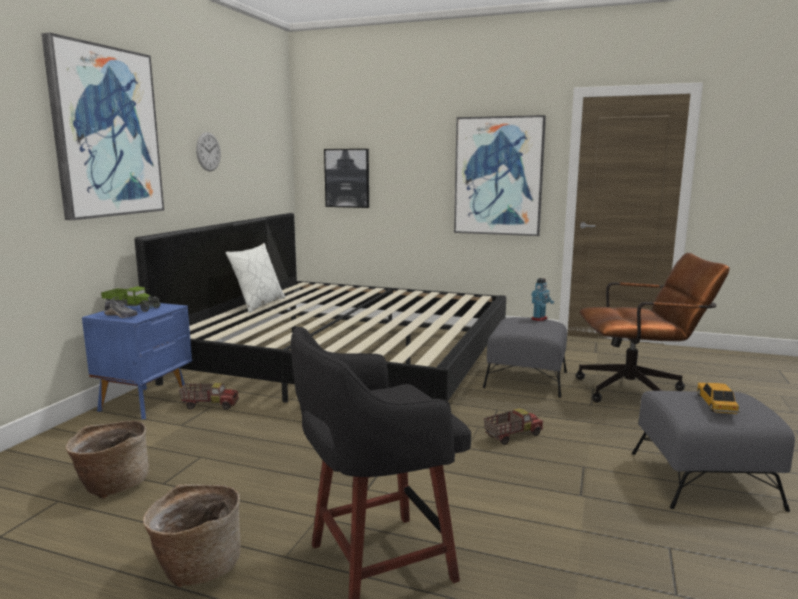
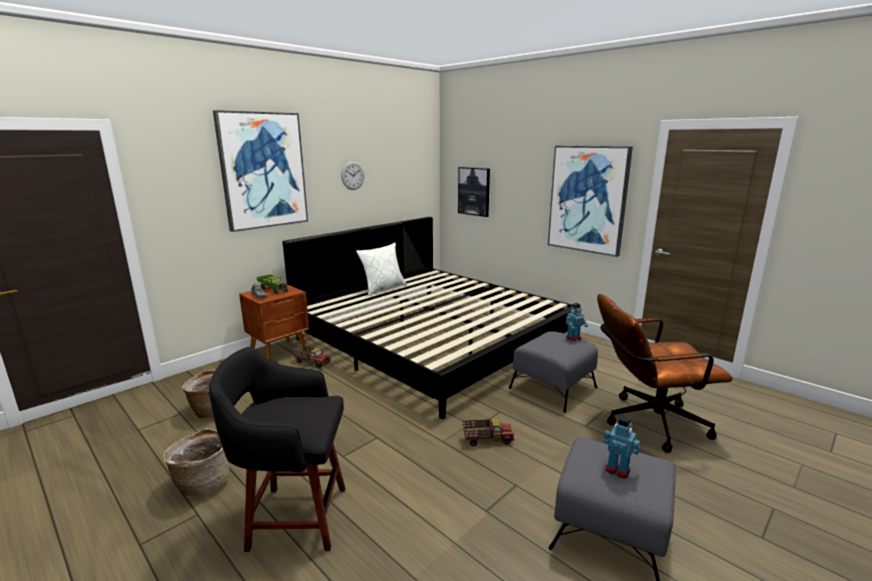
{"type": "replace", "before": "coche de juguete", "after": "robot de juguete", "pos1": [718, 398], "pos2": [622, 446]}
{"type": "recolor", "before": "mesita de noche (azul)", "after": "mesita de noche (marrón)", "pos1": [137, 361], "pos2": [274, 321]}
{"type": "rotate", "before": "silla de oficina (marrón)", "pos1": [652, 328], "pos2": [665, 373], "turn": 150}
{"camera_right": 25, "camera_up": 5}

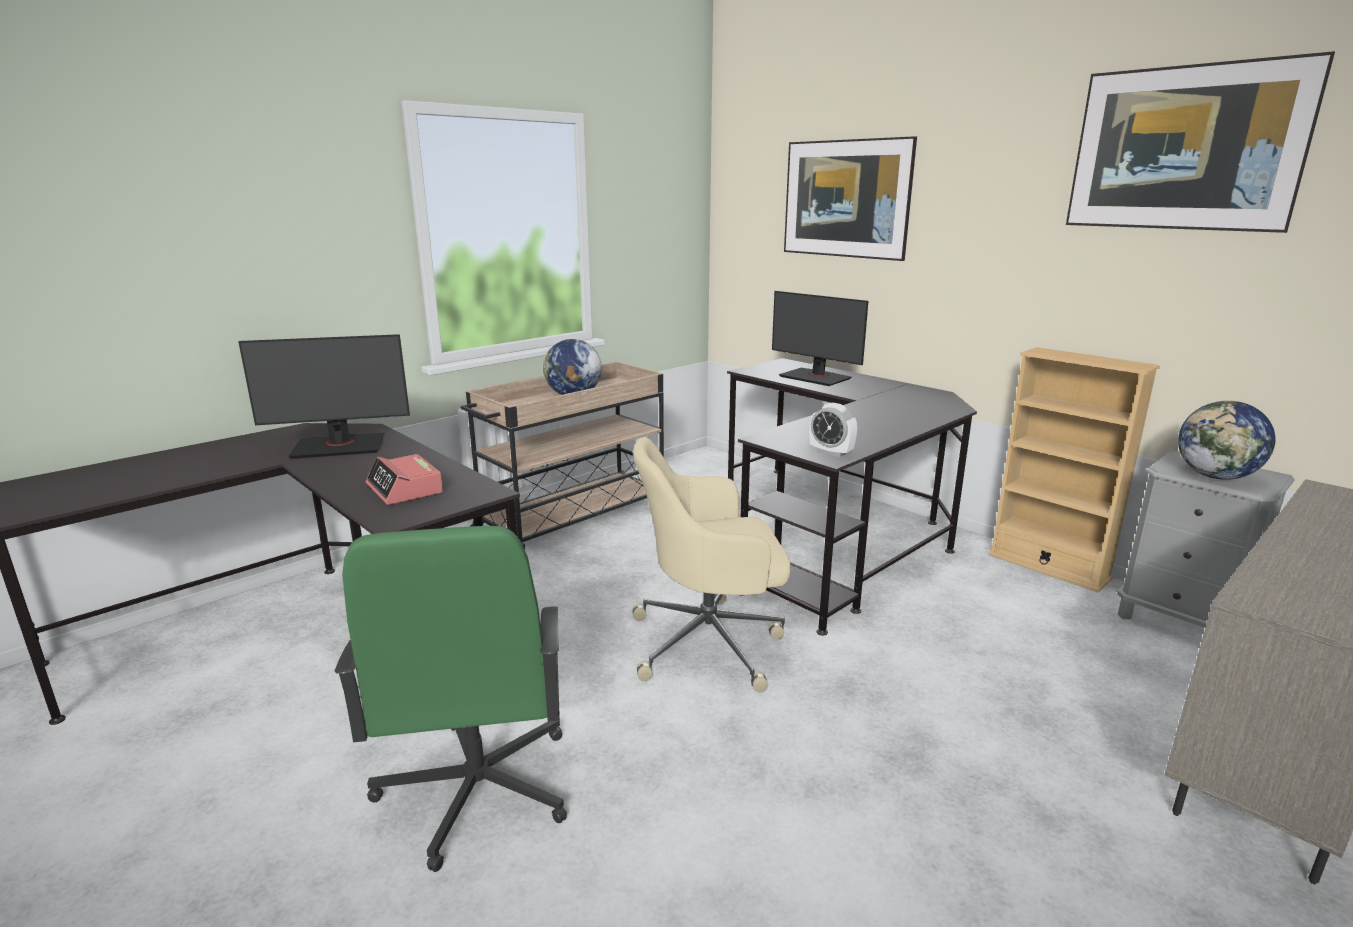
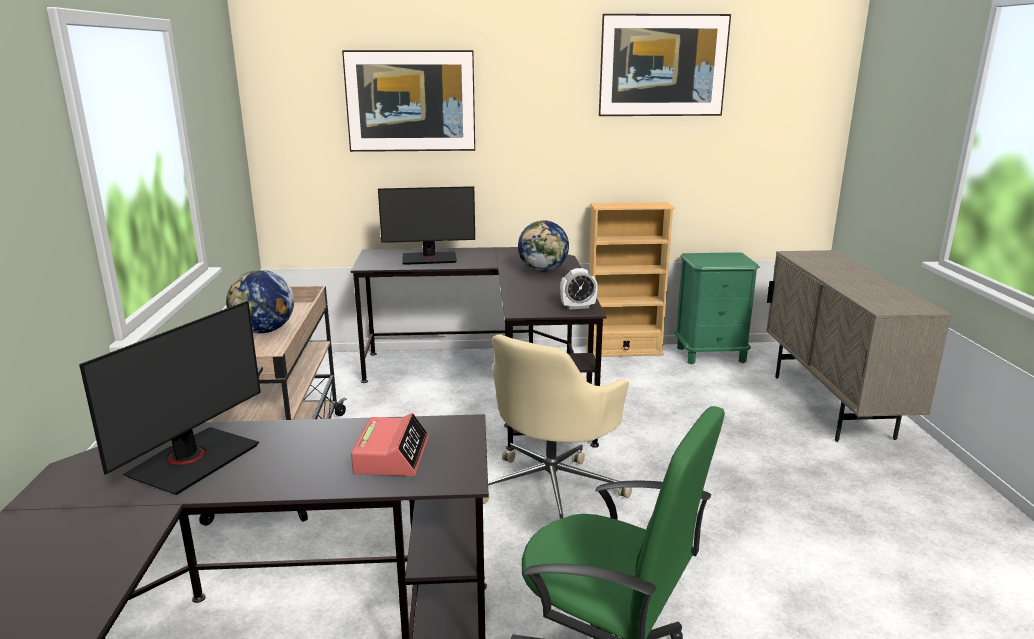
{"type": "move", "before": "globo terráqueo", "pos1": [1226, 440], "pos2": [543, 246]}
{"type": "recolor", "before": "mesita de noche (gris)", "after": "mesita de noche (verde)", "pos1": [1206, 539], "pos2": [717, 308]}
{"type": "rotate", "before": "despertador", "pos1": [404, 479], "pos2": [390, 444], "turn": -90}
{"camera_right": -50, "camera_up": 0}

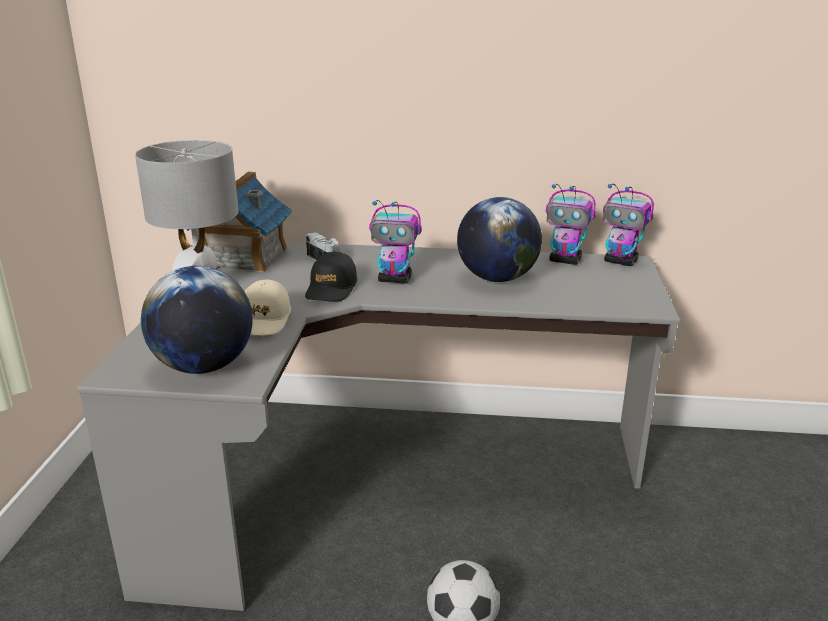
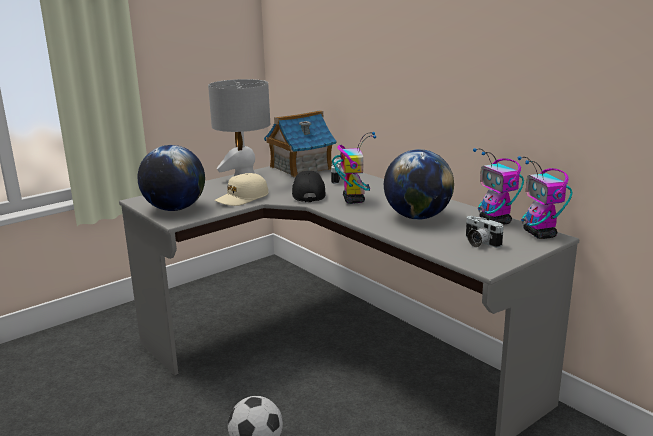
{"type": "insert", "after": "cámara", "pos2": [485, 232]}
{"type": "rotate", "before": "gorra (negro)", "pos1": [331, 276], "pos2": [309, 186], "turn": 120}
{"type": "rotate", "before": "robot de juguete", "pos1": [395, 242], "pos2": [354, 168], "turn": -150}
{"camera_right": 45, "camera_up": -5}

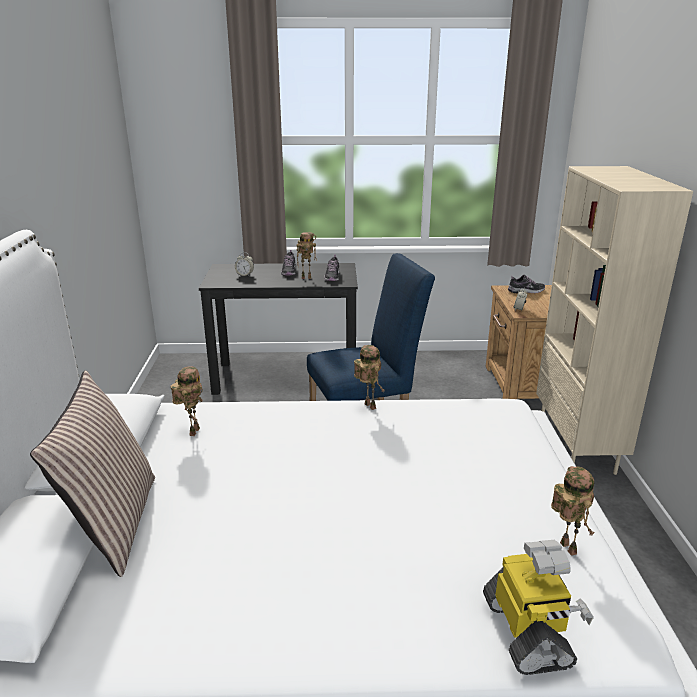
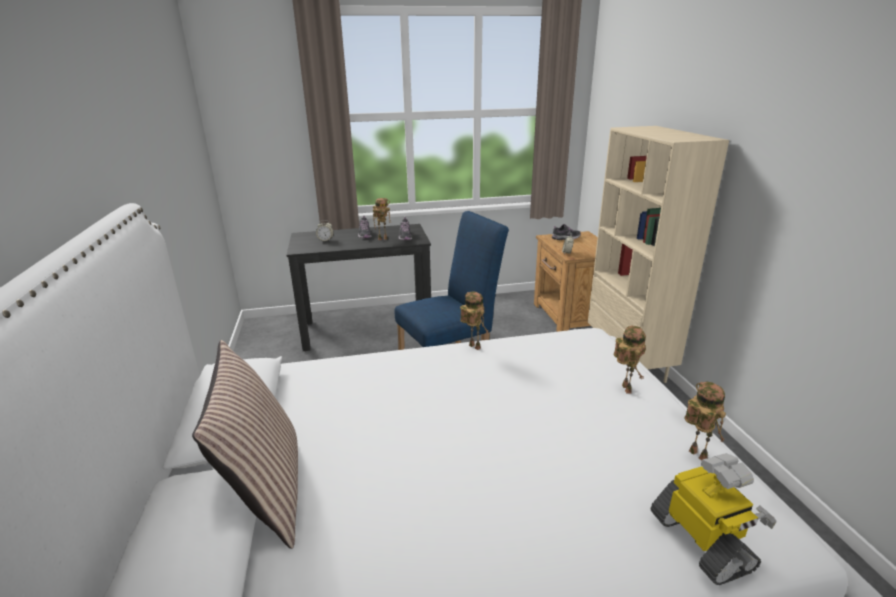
{"type": "move", "before": "robot de juguete", "pos1": [187, 401], "pos2": [630, 360]}
{"camera_right": -10, "camera_up": 0}

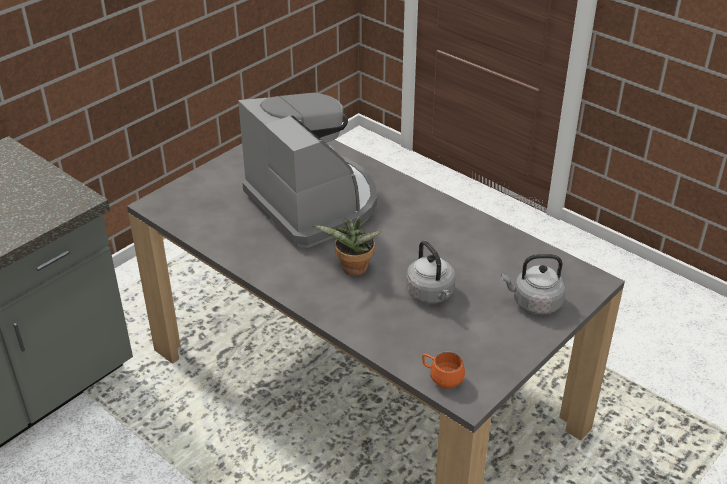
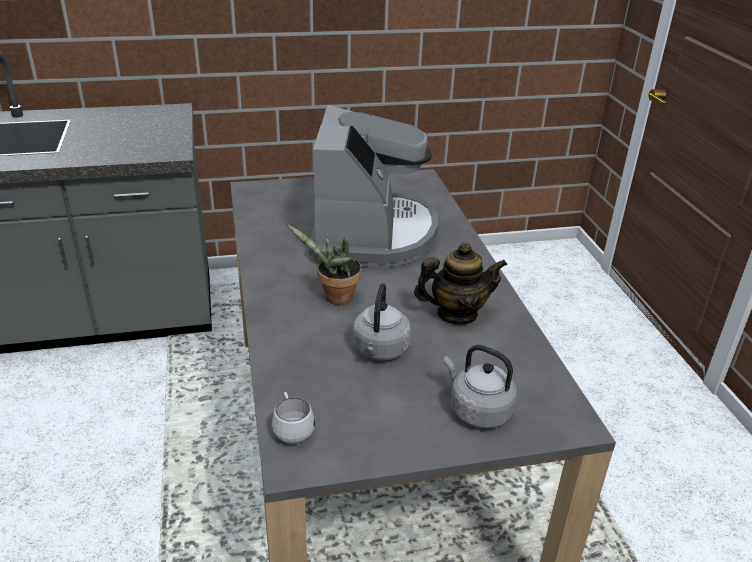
{"type": "insert", "after": "tetera", "pos2": [460, 283]}
{"type": "recolor", "before": "taza grande (naranja)", "after": "taza grande (blanco)", "pos1": [443, 370], "pos2": [293, 418]}
{"camera_right": 35, "camera_up": -5}

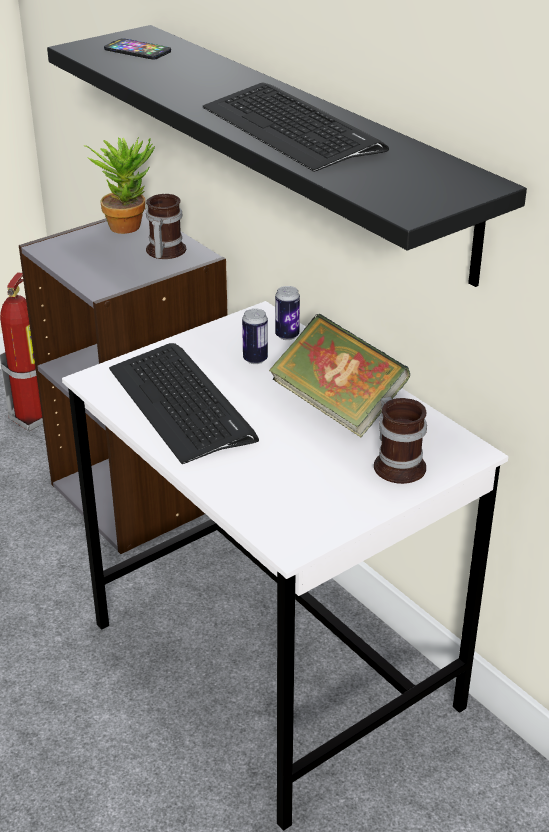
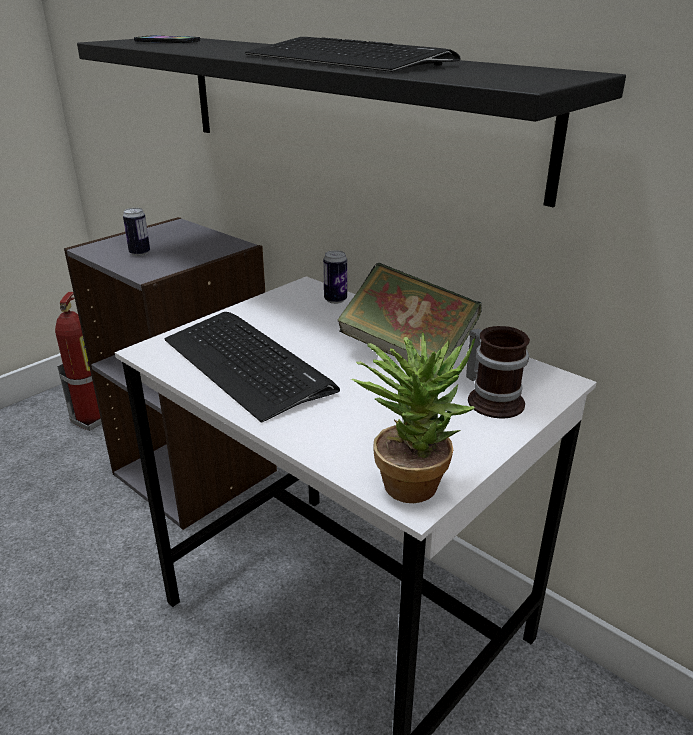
{"type": "delete", "before": "taza grande", "pos1": [166, 226]}
{"type": "move", "before": "planta en maceta", "pos1": [119, 185], "pos2": [413, 417]}
{"type": "move", "before": "lata", "pos1": [255, 336], "pos2": [136, 232]}
{"camera_right": -10, "camera_up": -5}

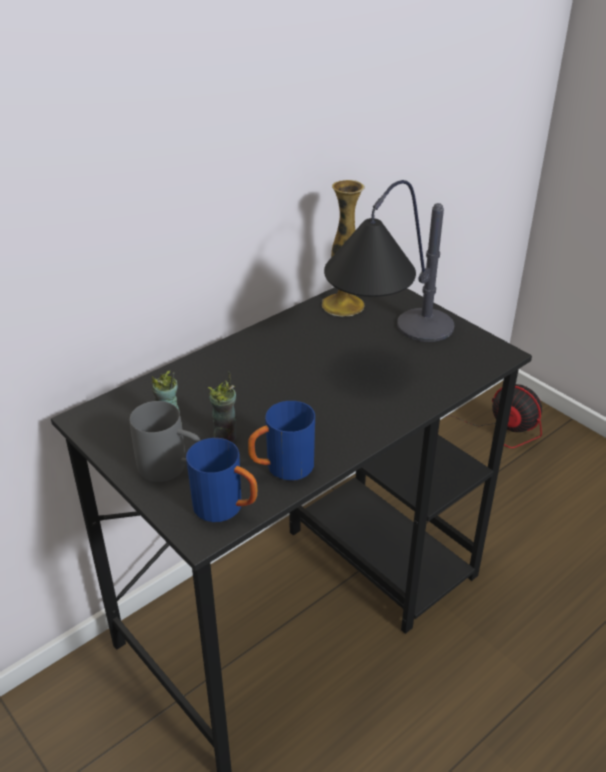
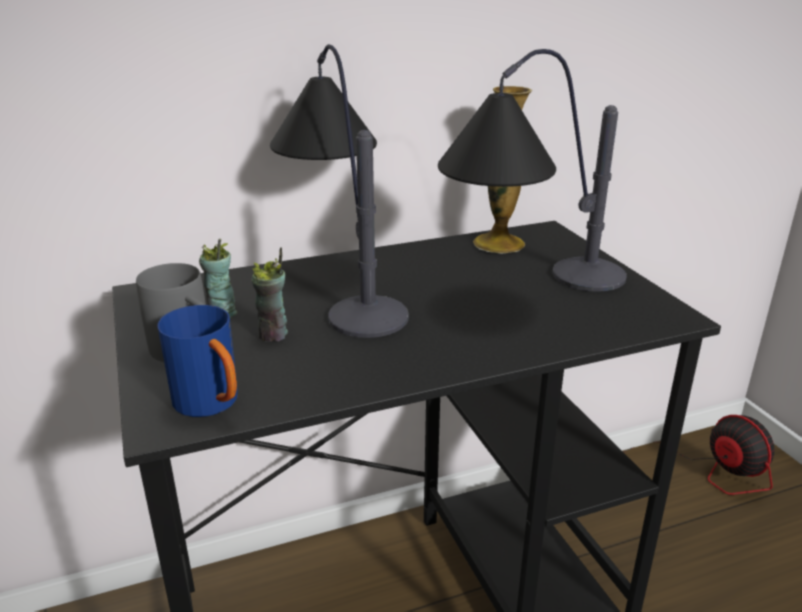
{"type": "delete", "before": "taza grande (azul)", "pos1": [281, 441]}
{"type": "insert", "after": "lámpara de mesa", "pos2": [339, 191]}
{"camera_right": 20, "camera_up": -10}

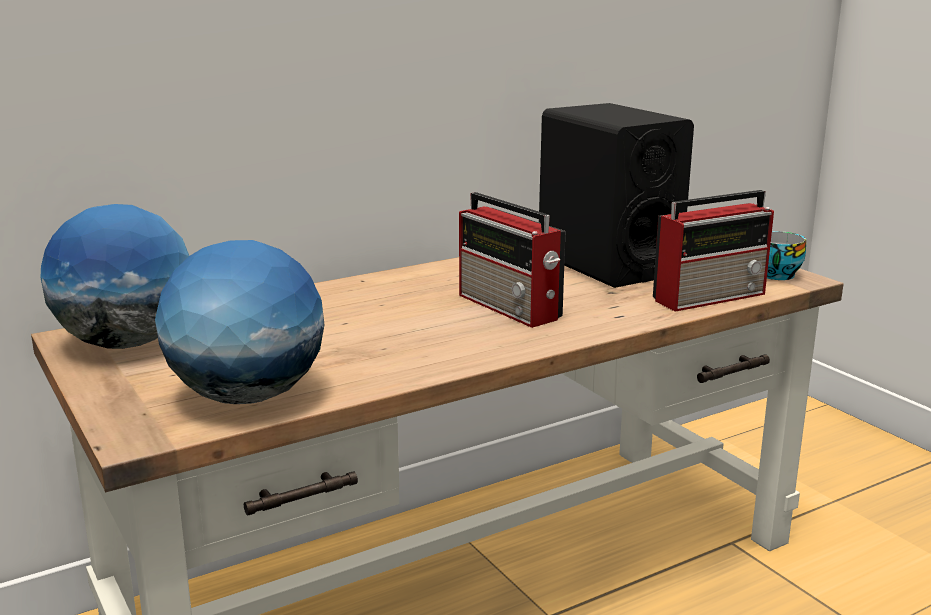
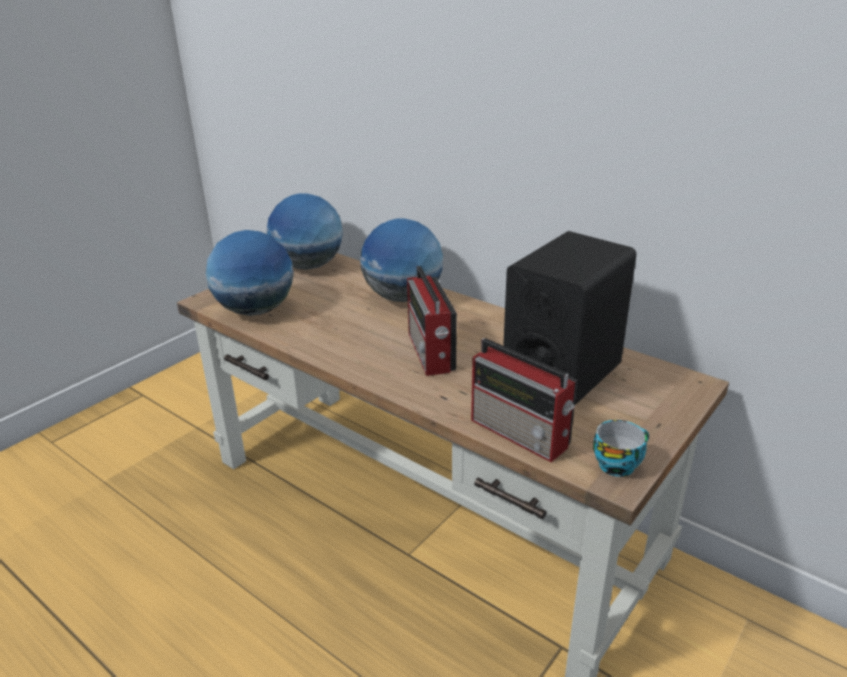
{"type": "insert", "after": "globo terráqueo", "pos2": [401, 260]}
{"type": "rotate", "before": "radio", "pos1": [512, 260], "pos2": [432, 321], "turn": -45}
{"camera_right": 70, "camera_up": 10}

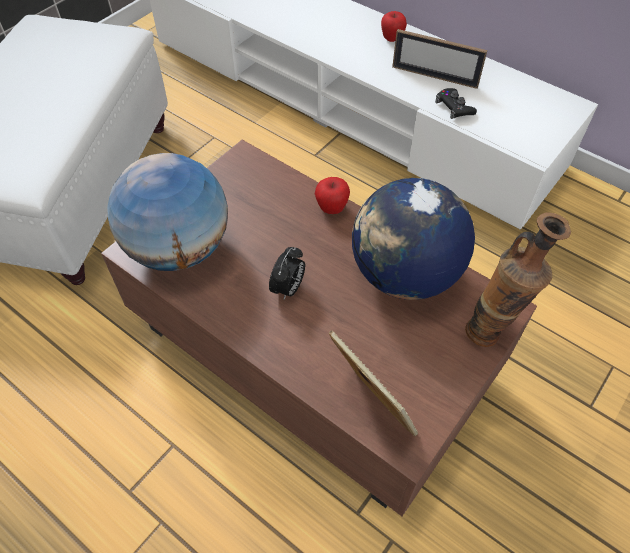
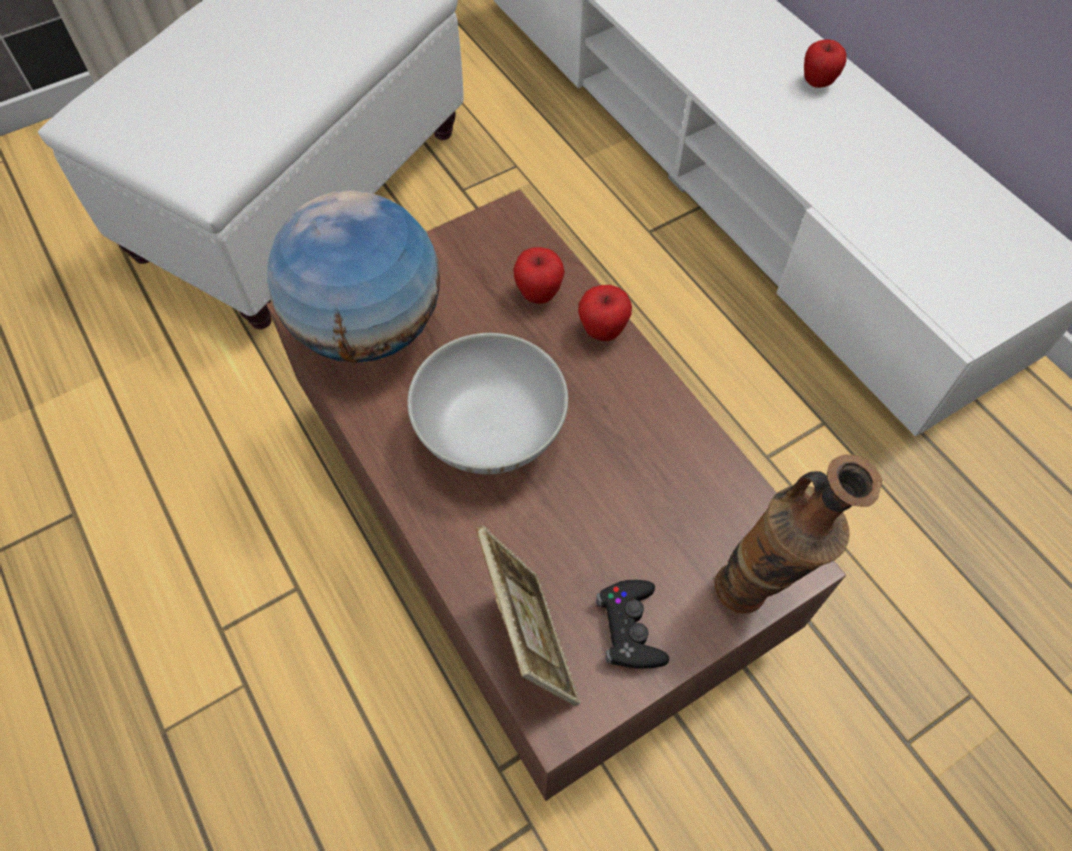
{"type": "delete", "before": "globo terráqueo", "pos1": [413, 239]}
{"type": "delete", "before": "portarretratos", "pos1": [440, 59]}
{"type": "insert", "after": "manzana", "pos2": [539, 275]}
{"type": "move", "before": "mando de consola (negro)", "pos1": [456, 103], "pos2": [632, 624]}
{"type": "replace", "before": "despertador", "after": "cuenco (blanco)", "pos1": [287, 273], "pos2": [487, 403]}
{"camera_right": 20, "camera_up": 5}

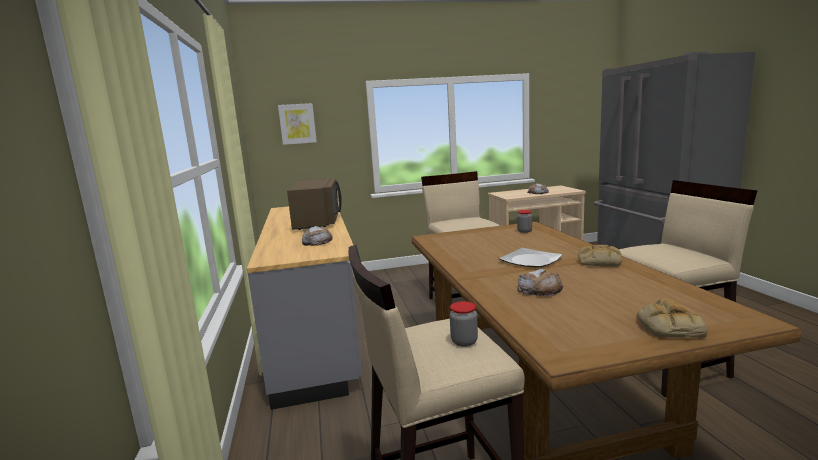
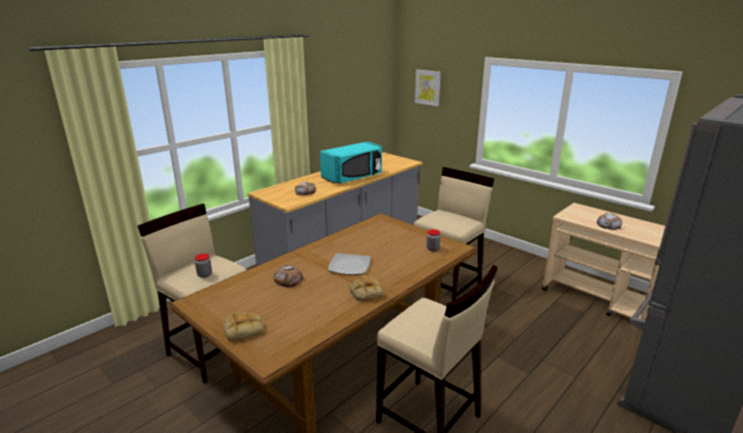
{"type": "recolor", "before": "microondas (marrón)", "after": "microondas (turquesa)", "pos1": [314, 204], "pos2": [351, 162]}
{"camera_right": 55, "camera_up": 10}

